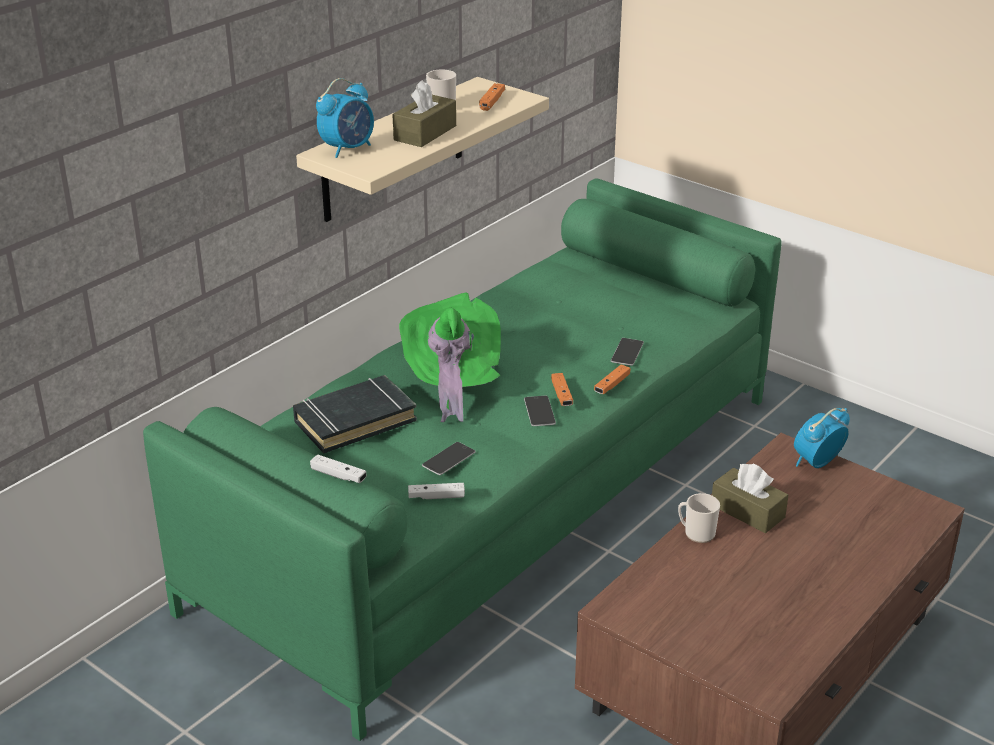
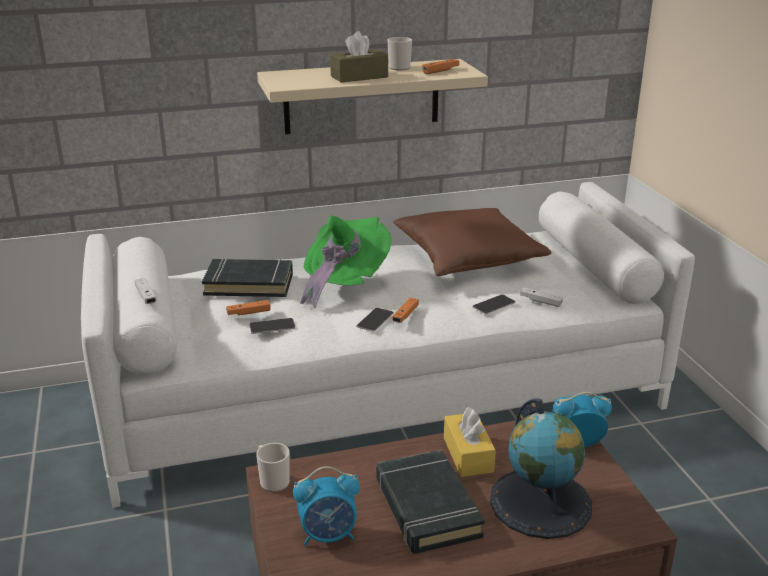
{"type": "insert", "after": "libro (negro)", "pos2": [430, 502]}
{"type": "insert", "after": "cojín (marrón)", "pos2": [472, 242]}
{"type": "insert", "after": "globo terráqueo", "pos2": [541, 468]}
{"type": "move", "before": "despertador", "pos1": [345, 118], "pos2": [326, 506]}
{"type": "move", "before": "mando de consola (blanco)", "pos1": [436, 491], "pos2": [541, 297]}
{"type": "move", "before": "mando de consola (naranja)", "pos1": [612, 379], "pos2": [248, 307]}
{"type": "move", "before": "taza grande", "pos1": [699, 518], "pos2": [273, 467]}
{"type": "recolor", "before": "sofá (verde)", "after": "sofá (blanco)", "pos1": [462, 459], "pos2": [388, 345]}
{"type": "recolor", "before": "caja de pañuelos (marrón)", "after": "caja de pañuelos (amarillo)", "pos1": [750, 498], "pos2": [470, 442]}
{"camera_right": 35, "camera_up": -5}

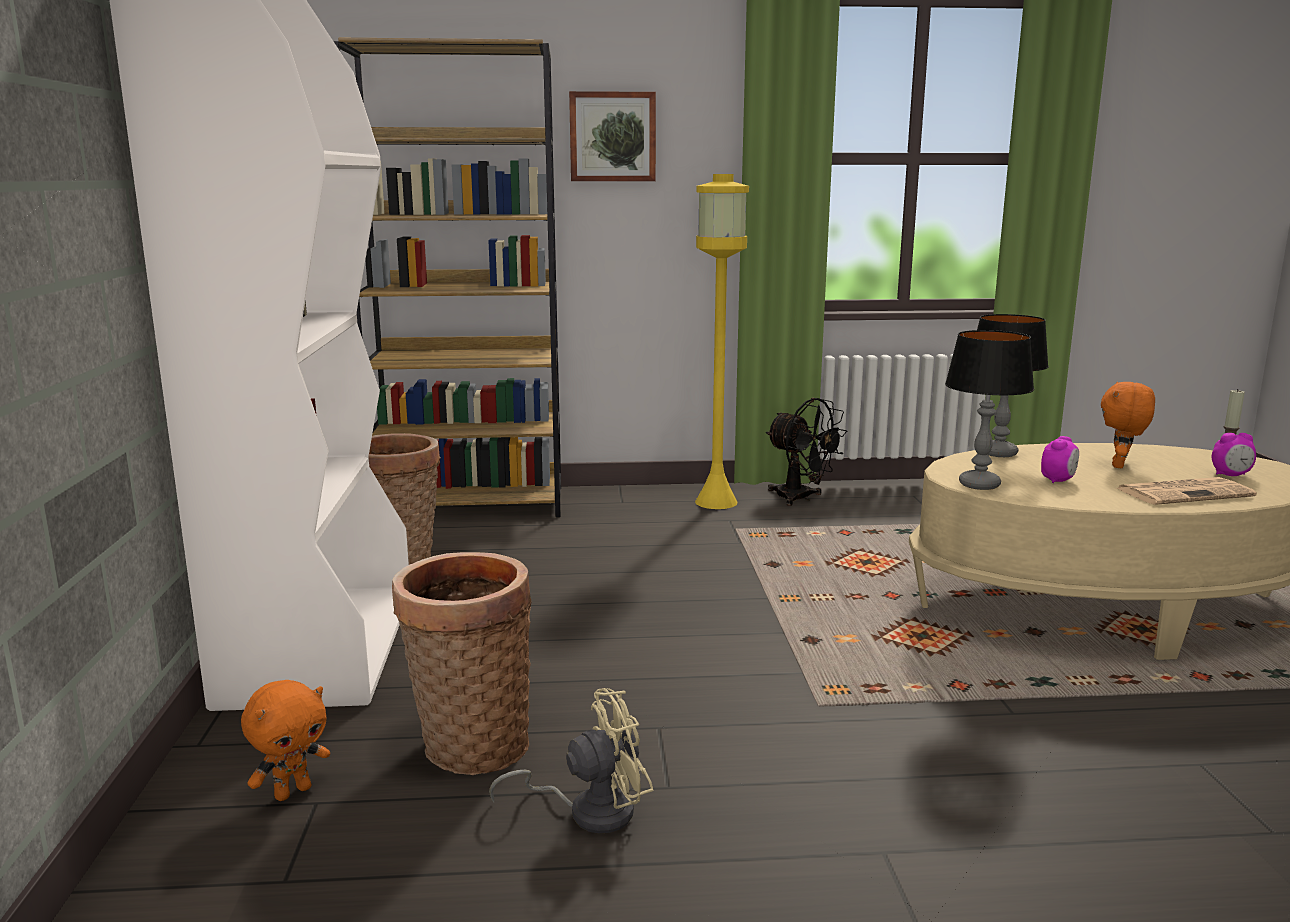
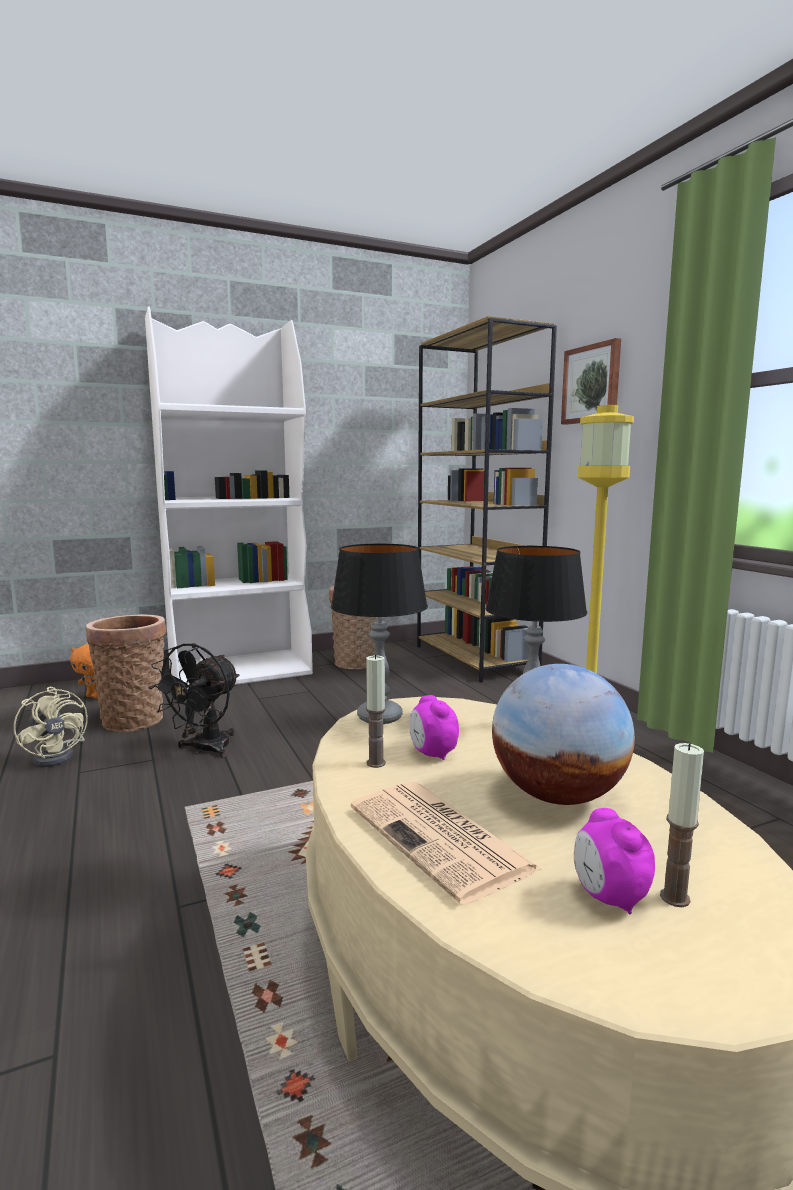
{"type": "insert", "after": "vela", "pos2": [376, 711]}
{"type": "move", "before": "ventilador (negro)", "pos1": [807, 452], "pos2": [194, 700]}
{"type": "replace", "before": "peluche (naranja)", "after": "globo terráqueo", "pos1": [1128, 425], "pos2": [563, 734]}
{"type": "rotate", "before": "despertador", "pos1": [1060, 459], "pos2": [434, 727], "turn": 45}
{"camera_right": 70, "camera_up": -5}

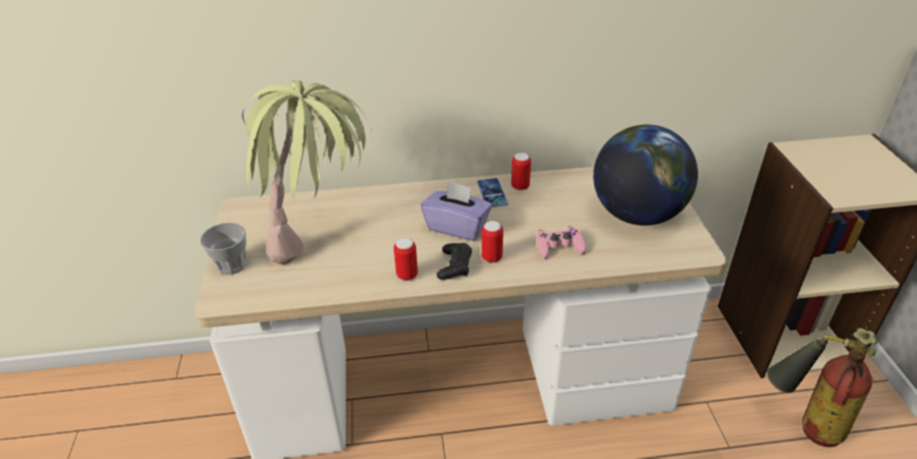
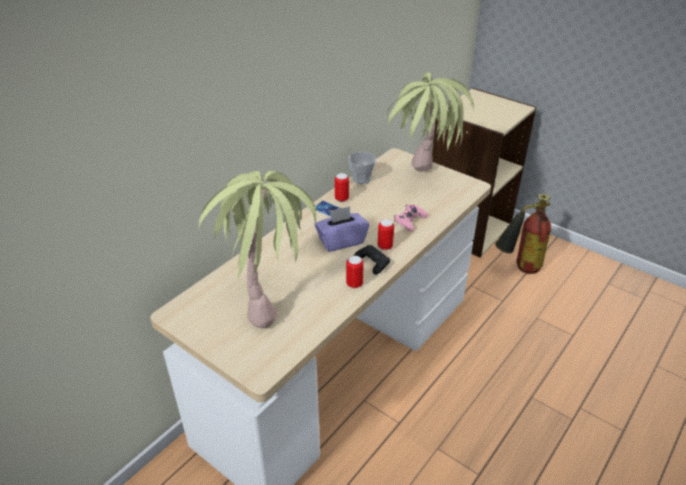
{"type": "move", "before": "taza", "pos1": [223, 249], "pos2": [362, 168]}
{"type": "replace", "before": "globo terráqueo", "after": "planta en maceta", "pos1": [645, 175], "pos2": [430, 122]}
{"camera_right": -45, "camera_up": 0}

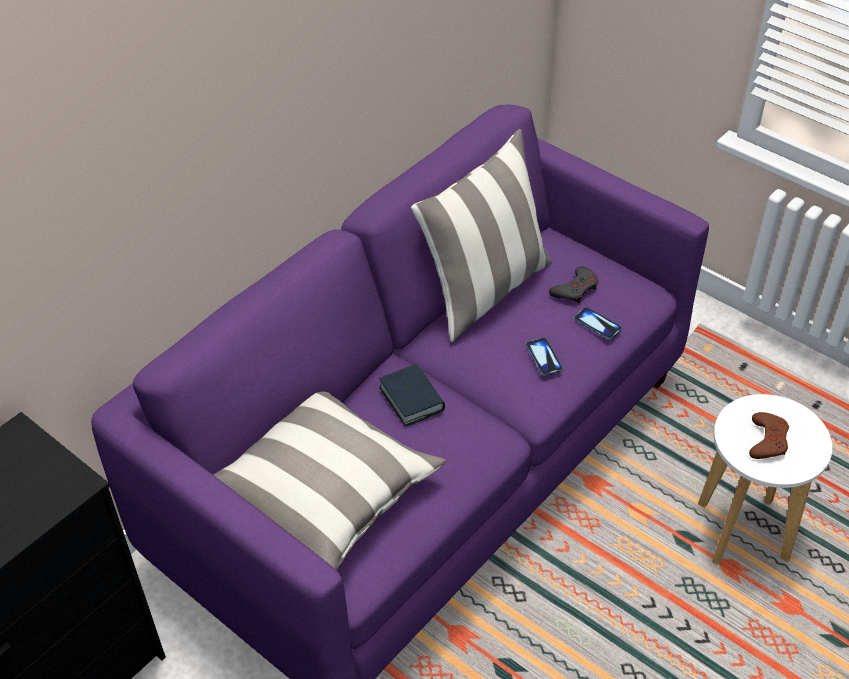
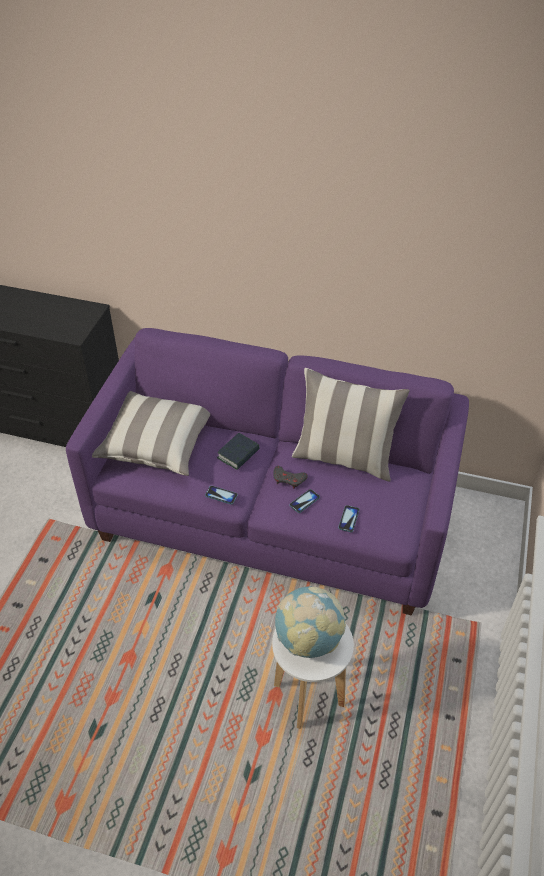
{"type": "insert", "after": "móvil", "pos2": [221, 495]}
{"type": "move", "before": "mando de consola (gris)", "pos1": [573, 284], "pos2": [290, 477]}
{"type": "replace", "before": "mando de consola (marrón)", "after": "globo terráqueo", "pos1": [769, 435], "pos2": [310, 622]}
{"camera_right": 65, "camera_up": 0}

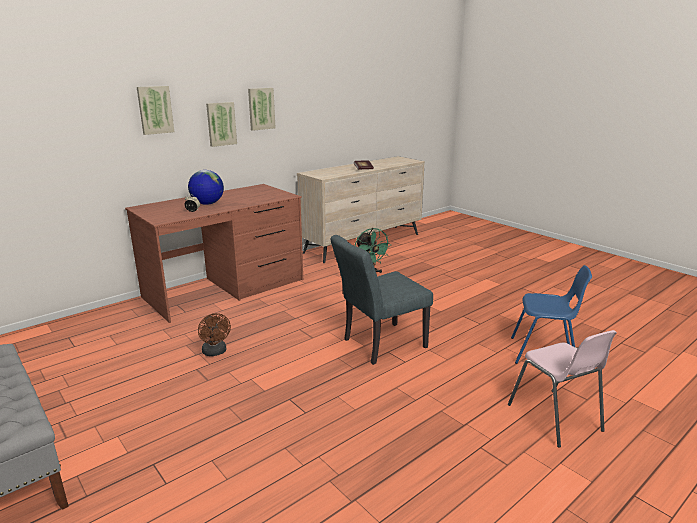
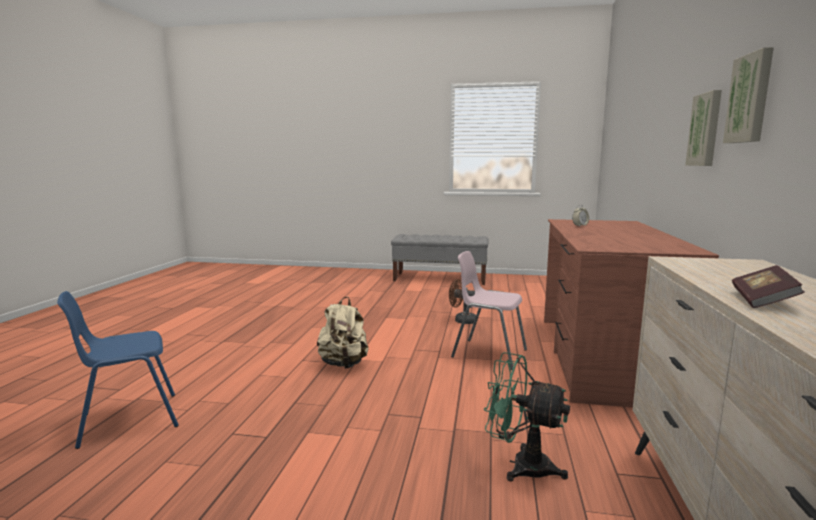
{"type": "delete", "before": "cuadro", "pos1": [155, 110]}
{"type": "delete", "before": "globo terráqueo", "pos1": [206, 187]}
{"type": "move", "before": "silla (rosa)", "pos1": [562, 388], "pos2": [489, 310]}
{"type": "replace", "before": "silla (gris)", "after": "mochila (beis)", "pos1": [381, 300], "pos2": [343, 333]}
{"camera_right": 140, "camera_up": -10}

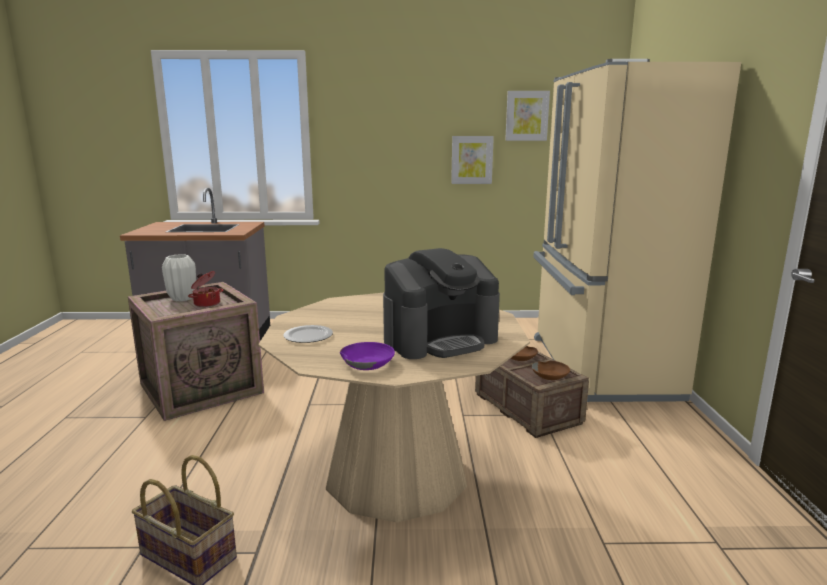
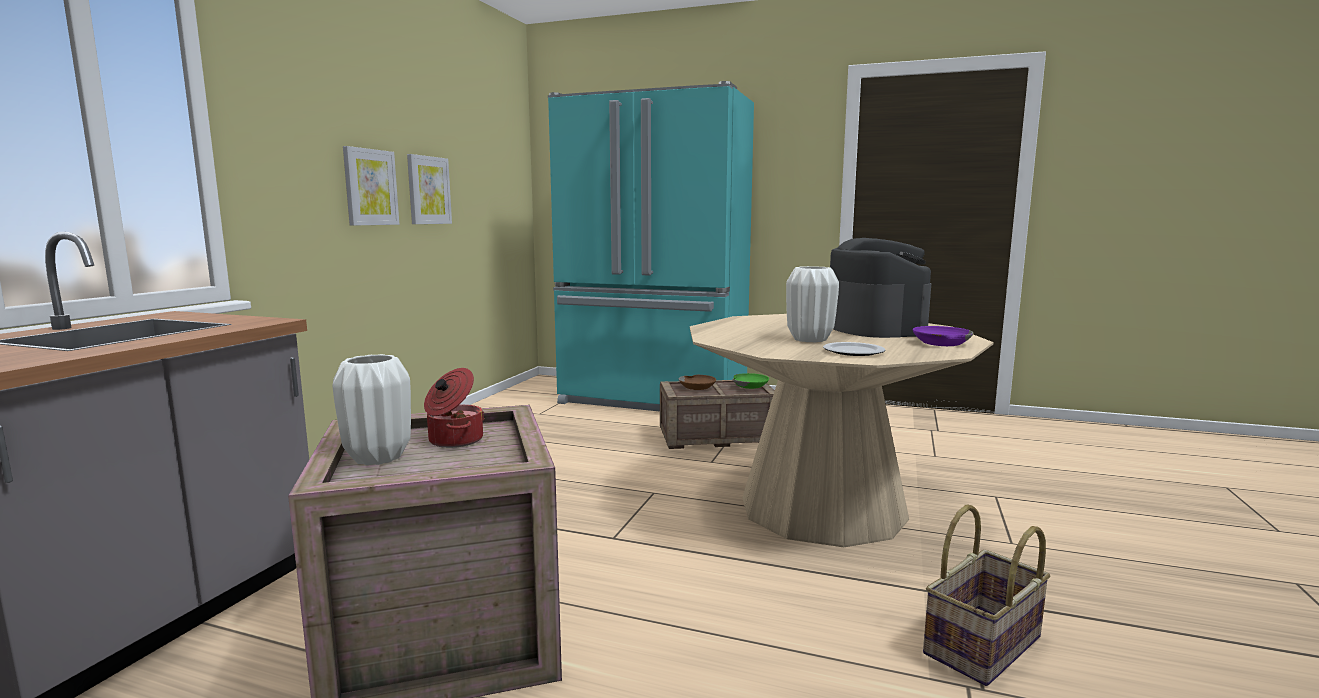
{"type": "insert", "after": "florero (blanco)", "pos2": [812, 304]}
{"type": "move", "before": "cuadro", "pos1": [527, 116], "pos2": [371, 185]}
{"type": "recolor", "before": "cuenco (marrón)", "after": "cuenco (verde)", "pos1": [551, 370], "pos2": [751, 381]}
{"type": "recolor", "before": "nevera (beis)", "after": "nevera (turquesa)", "pos1": [637, 230], "pos2": [651, 246]}
{"camera_right": -70, "camera_up": -5}

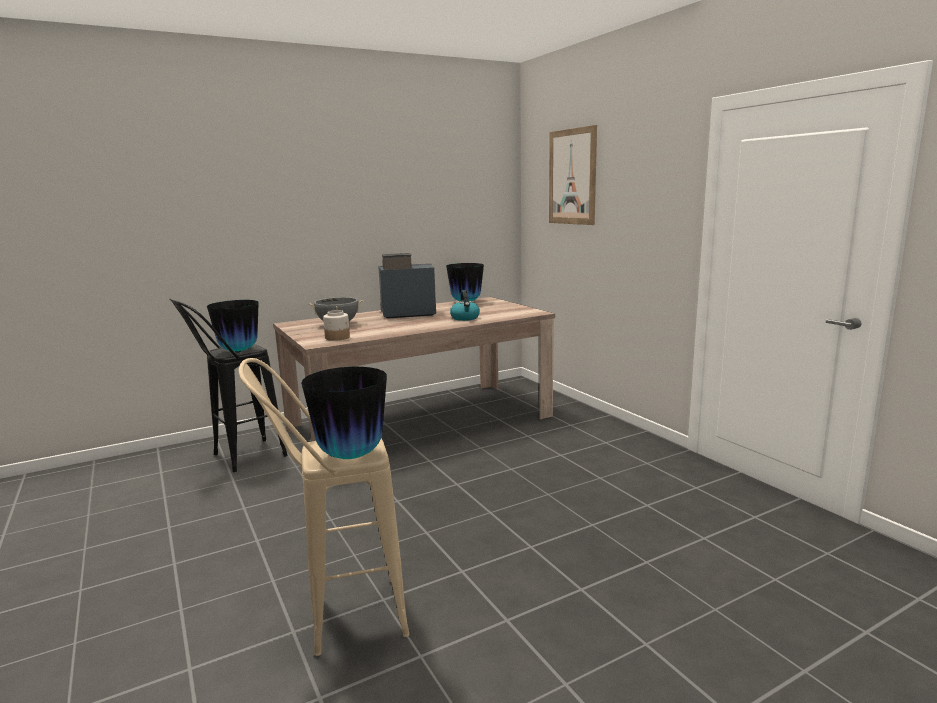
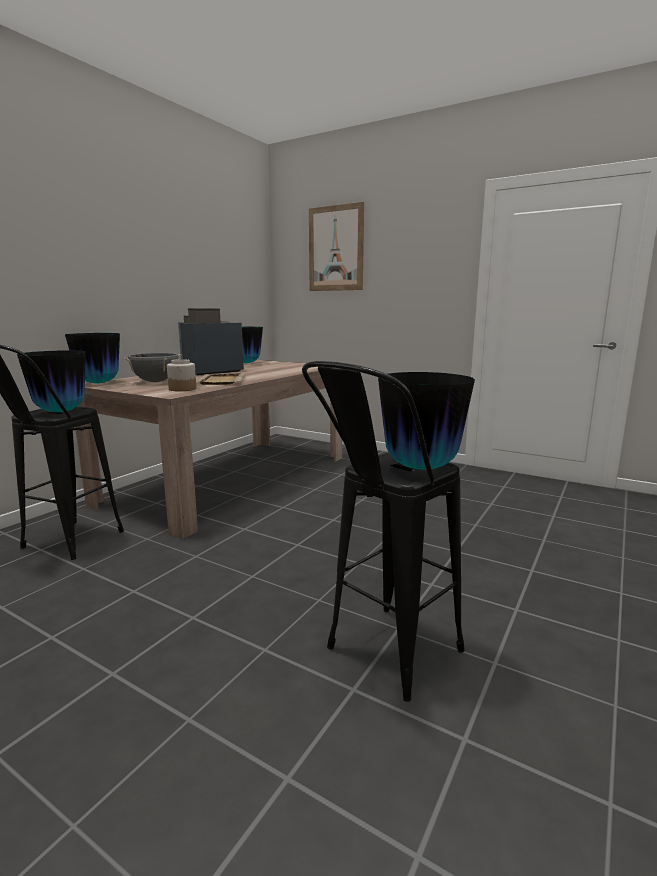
{"type": "delete", "before": "hervidor", "pos1": [465, 305]}
{"type": "insert", "after": "florero", "pos2": [92, 358]}
{"type": "insert", "after": "bandeja (beis)", "pos2": [220, 378]}
{"type": "recolor", "before": "taburete (beis)", "after": "taburete (negro)", "pos1": [324, 507], "pos2": [383, 531]}
{"camera_right": -30, "camera_up": 0}

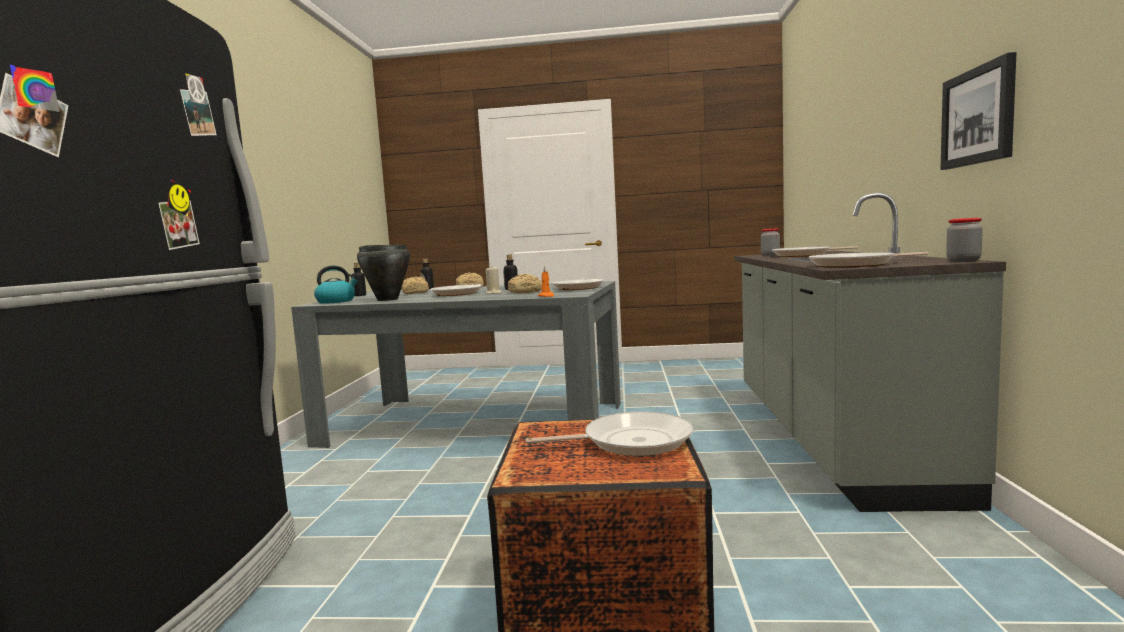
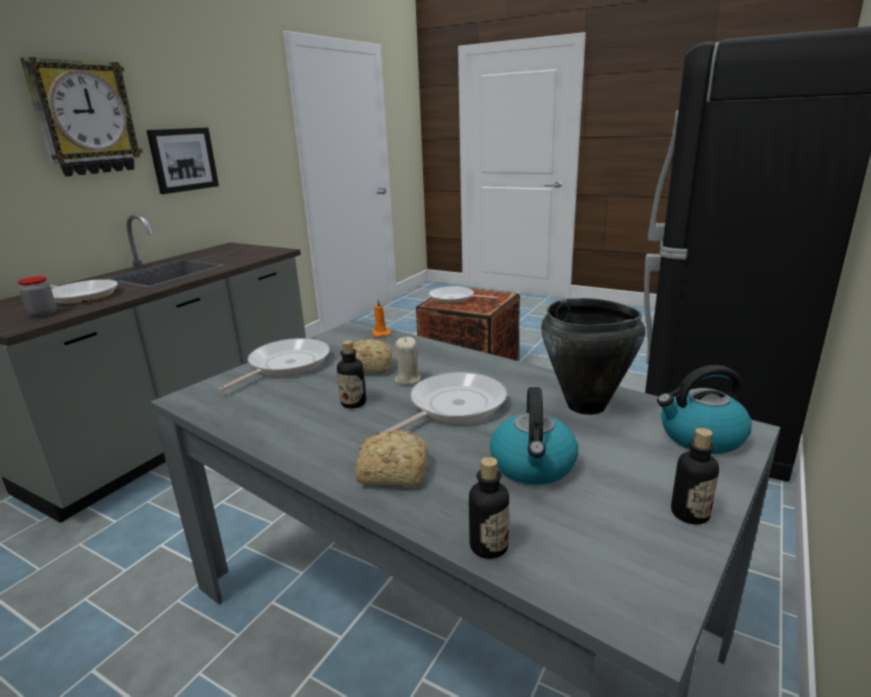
{"type": "delete", "before": "sartén", "pos1": [869, 260]}
{"type": "delete", "before": "tarro", "pos1": [964, 240]}
{"type": "insert", "after": "reloj de pared", "pos2": [81, 116]}
{"type": "replace", "before": "pan", "after": "hervidor", "pos1": [415, 285], "pos2": [534, 436]}
{"camera_right": -155, "camera_up": 15}

